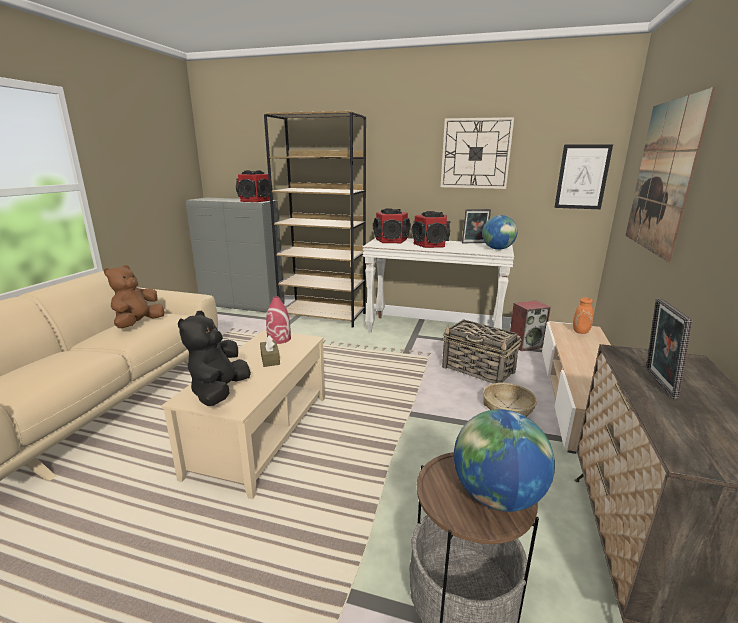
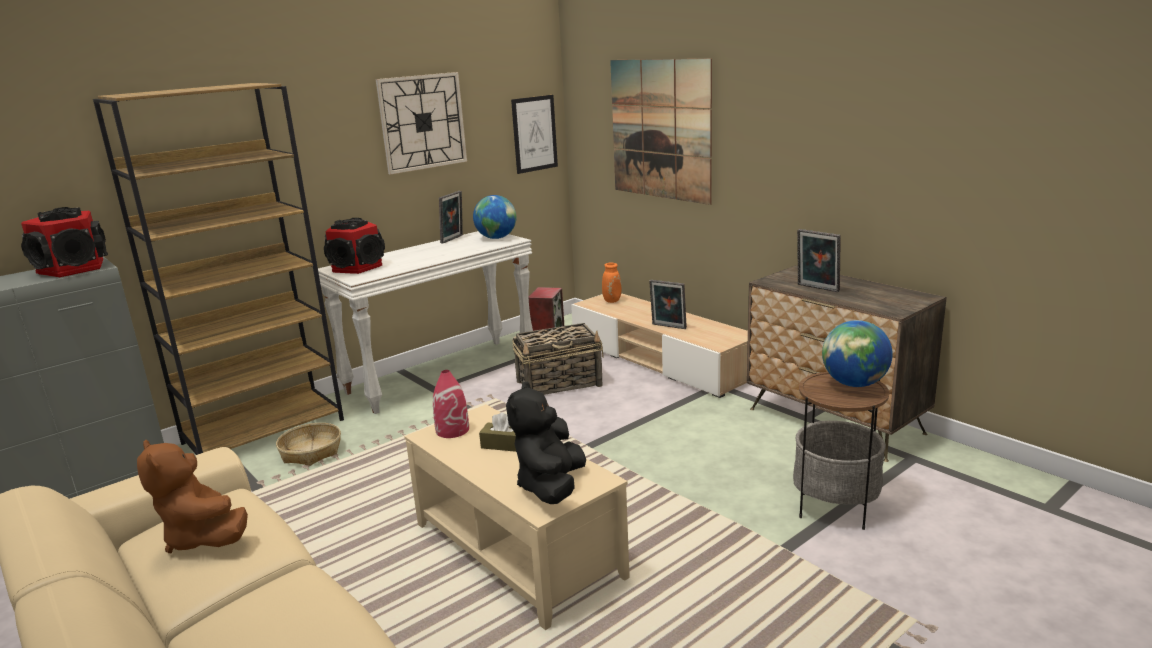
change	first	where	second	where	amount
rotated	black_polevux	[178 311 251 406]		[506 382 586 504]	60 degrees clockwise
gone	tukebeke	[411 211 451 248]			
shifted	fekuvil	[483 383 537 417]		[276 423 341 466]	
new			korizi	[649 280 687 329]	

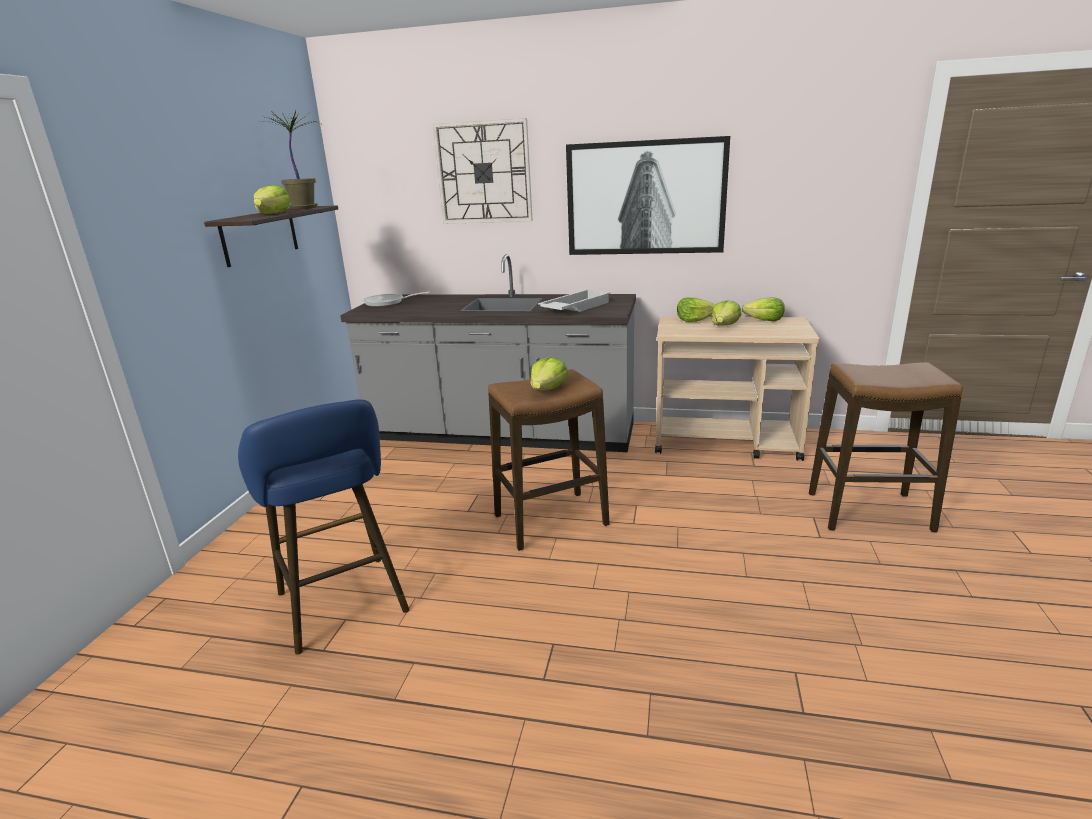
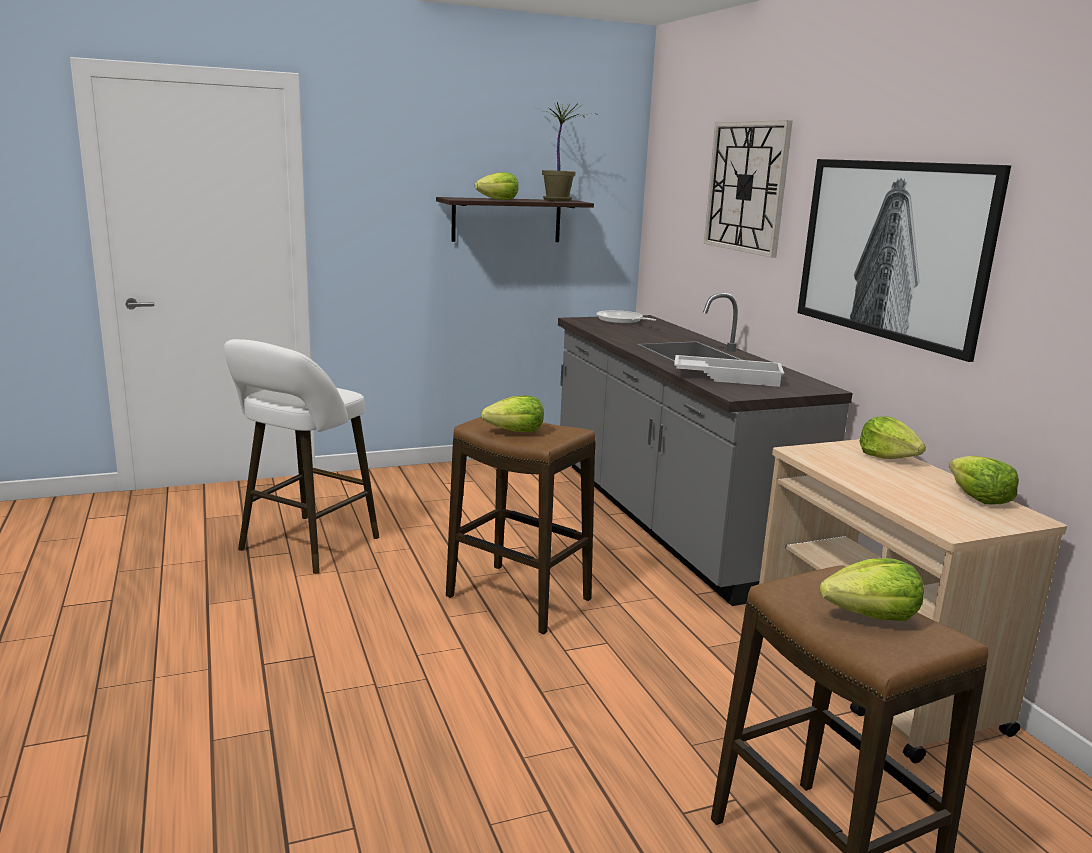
change	first	where	second	where	amount
repainted	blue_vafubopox	[238 399 409 654]	white_vafubopox	[224 339 379 574]	
shifted	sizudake	[711 300 742 325]		[820 558 924 621]	

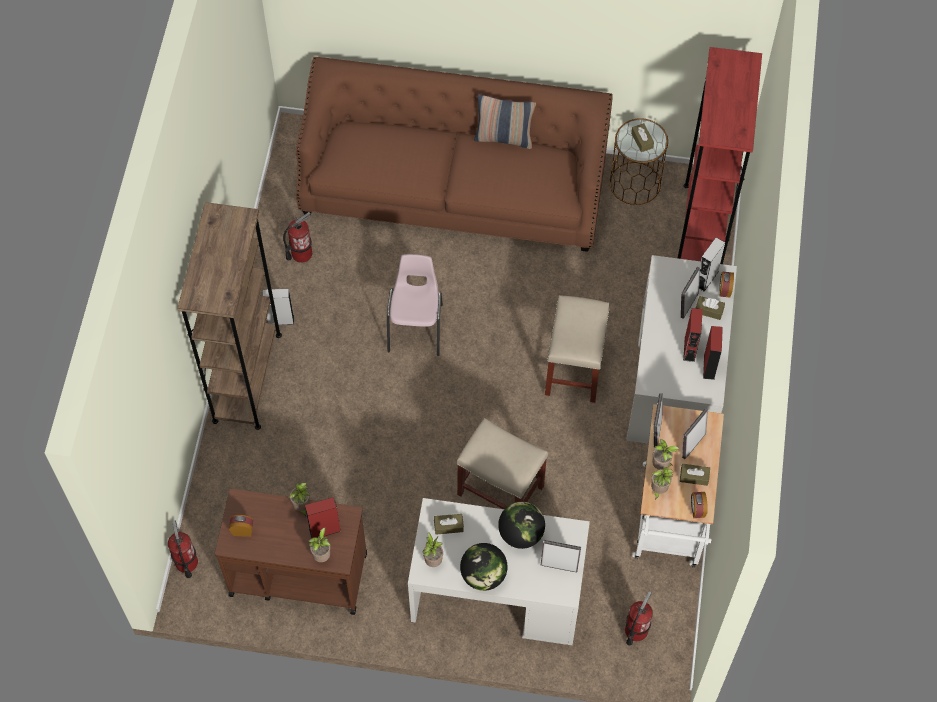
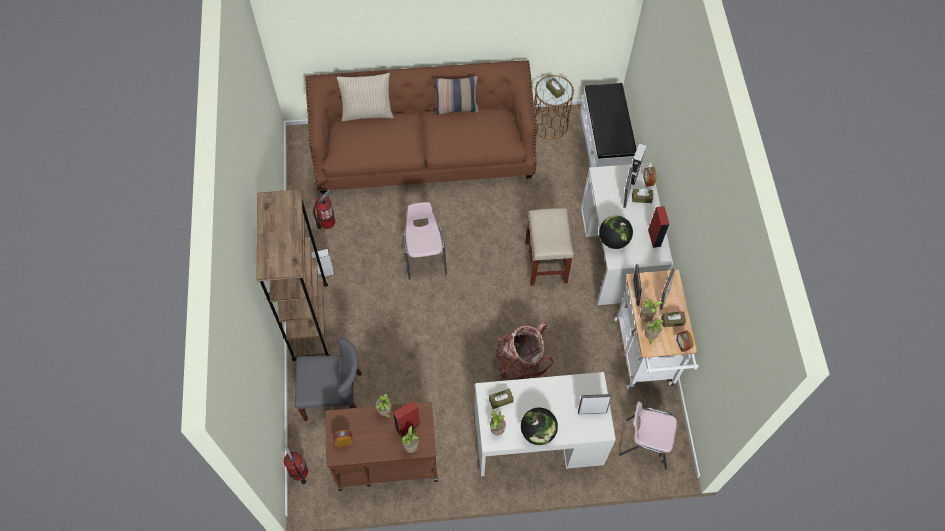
change	first	where	second	where	amount
swapped	beige_vafubopox	[457 418 548 509]	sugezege	[496 322 553 380]	
shifted	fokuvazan	[498 502 545 549]		[599 216 633 249]	
swapped	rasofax	[625 591 653 646]	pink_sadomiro	[619 401 677 469]	
swapped	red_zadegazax	[678 47 762 264]	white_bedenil	[580 83 637 167]	
gone	red_tukebeke	[683 308 703 362]			
new			grey_sadomiro	[295 338 362 421]	
new			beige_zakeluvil	[337 73 394 121]	

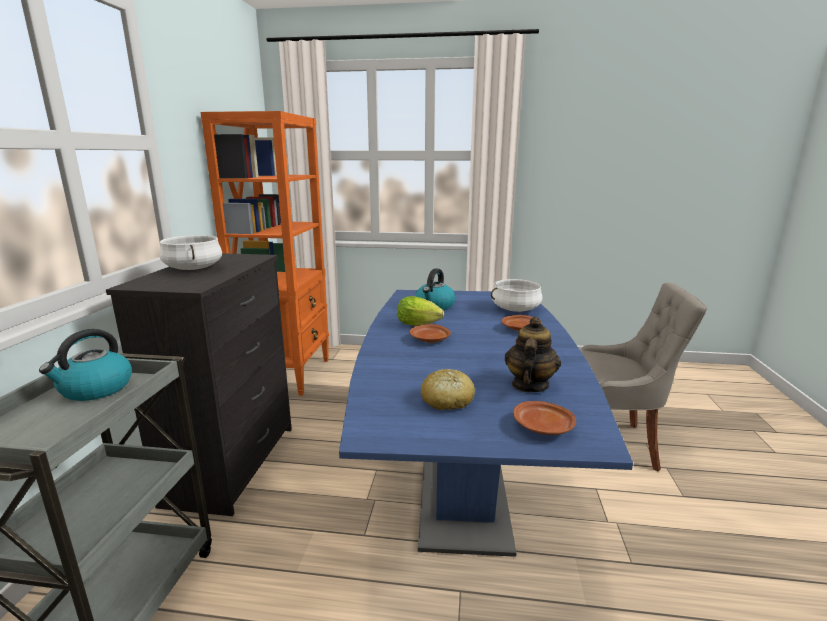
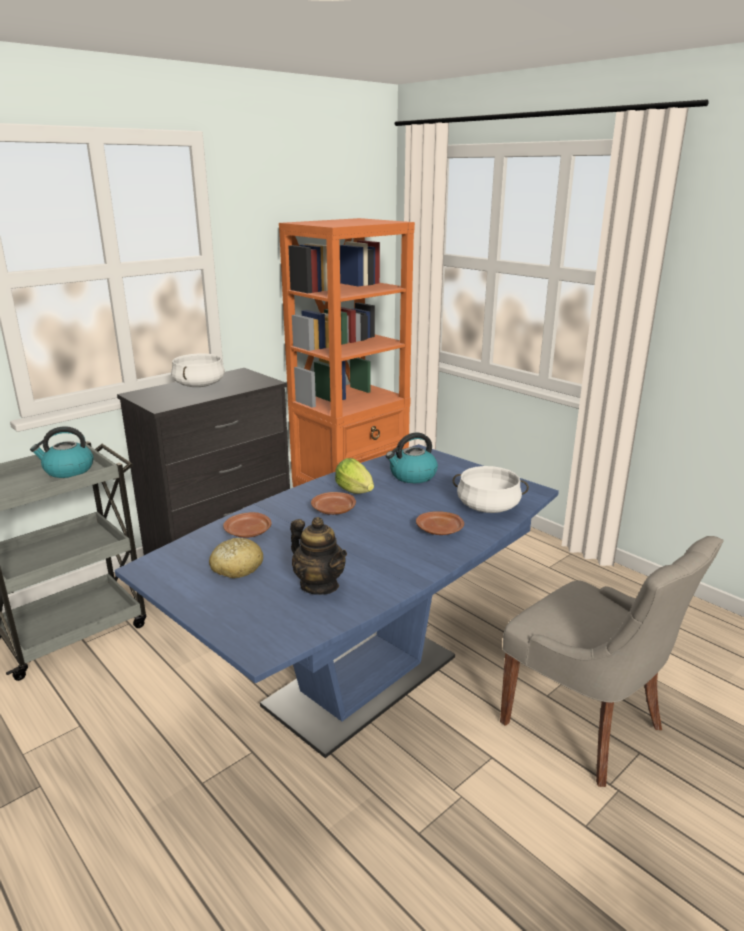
change	first	where	second	where	amount
rotated	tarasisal	[505 317 561 392]		[290 517 347 595]	75 degrees clockwise
shifted	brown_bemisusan	[513 401 576 435]		[223 512 272 538]	

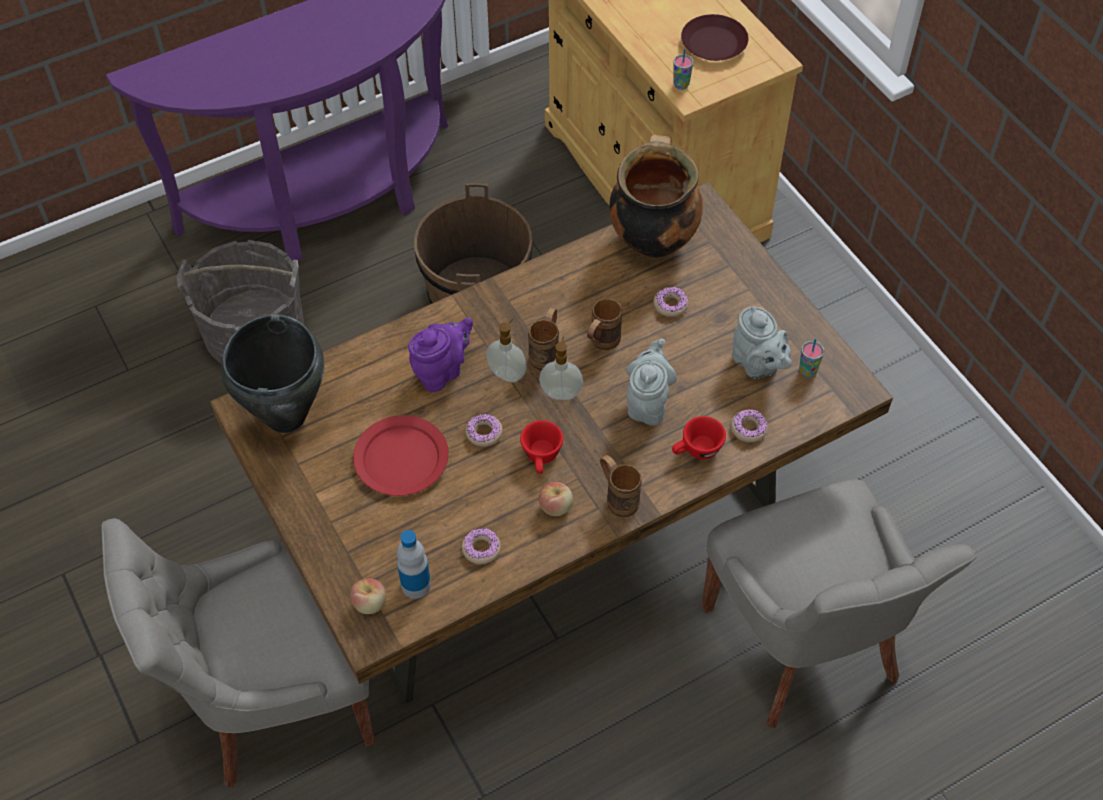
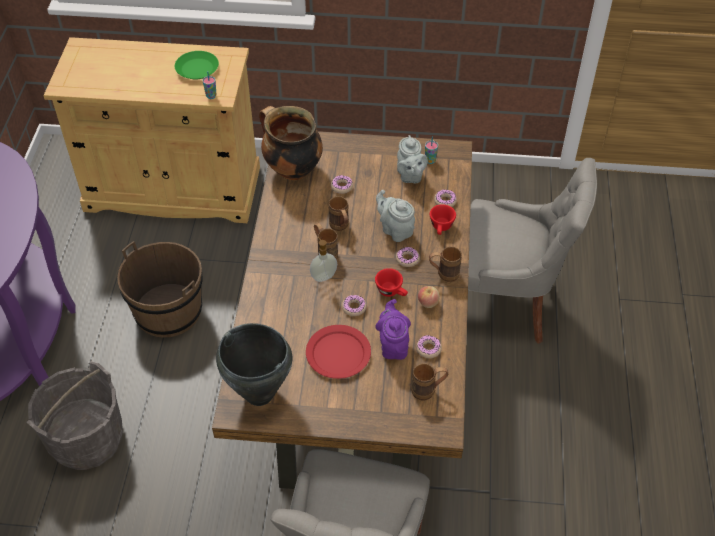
change	first	where	second	where	amount
gone	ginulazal	[350 578 386 614]			
swapped	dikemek	[397 530 431 599]	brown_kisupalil	[412 363 448 401]	
shifted	purple_tarasisal	[408 318 473 392]		[375 299 411 360]	
gone	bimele	[539 336 583 400]			
repainted	brown_bemisusan	[681 14 748 61]	green_bemisusan	[175 51 219 79]	
rotated	grey_tarasisal	[732 306 792 379]		[397 135 428 183]	75 degrees clockwise
new			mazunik	[396 247 420 267]	

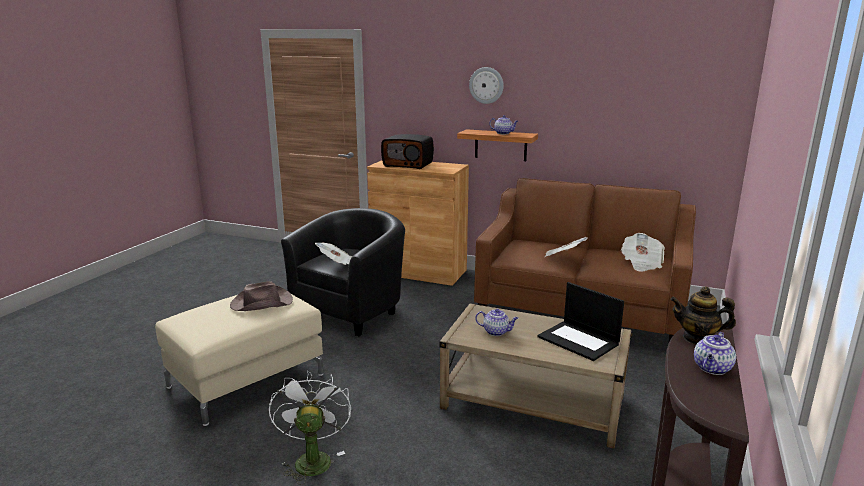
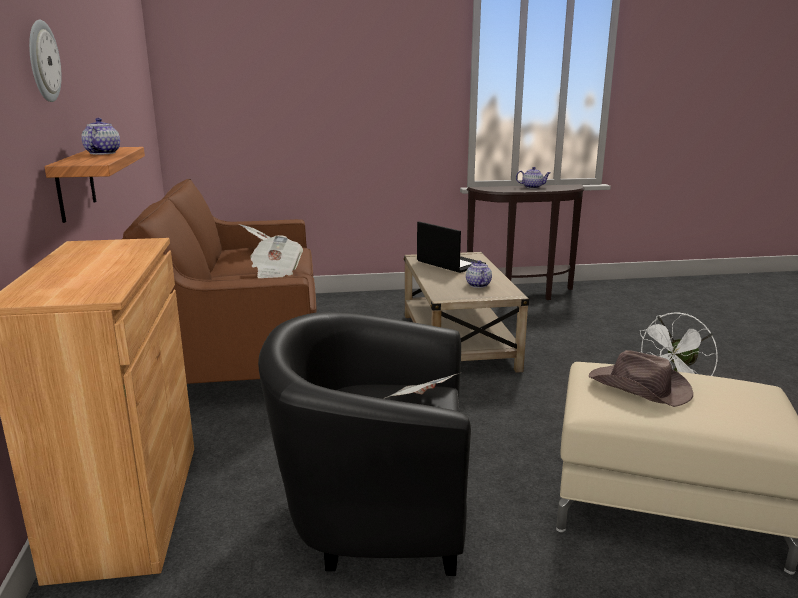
change	first	where	second	where	amount
gone	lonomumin	[381 134 434 169]			
rotated	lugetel	[538 282 624 361]		[417 221 486 273]	60 degrees counterclockwise
gone	tarasisal	[670 286 736 344]			

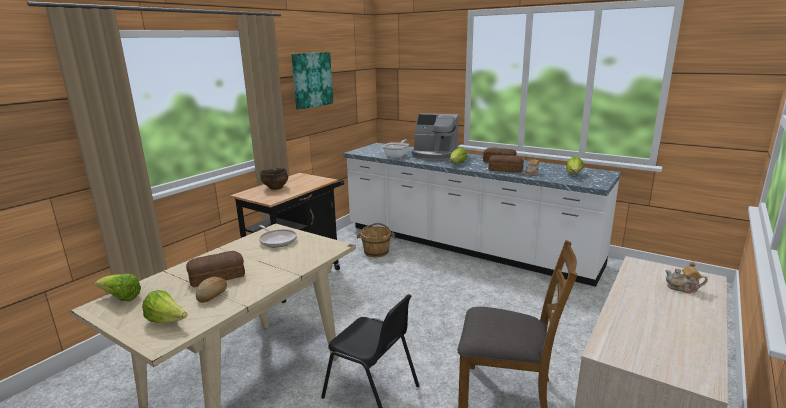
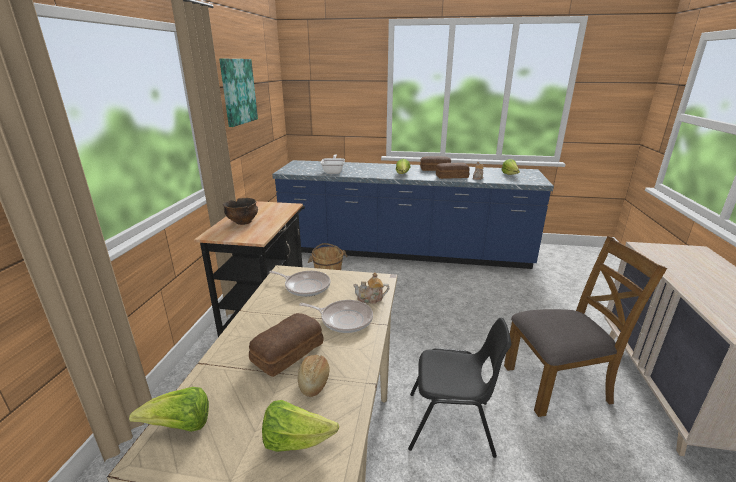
change	first	where	second	where	amount
repainted	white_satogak	[344 143 621 287]	blue_satogak	[272 160 554 269]	
gone	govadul	[412 113 459 161]			
shifted	tarasisal	[665 261 708 293]		[353 272 389 304]	
new			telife	[299 300 373 333]	

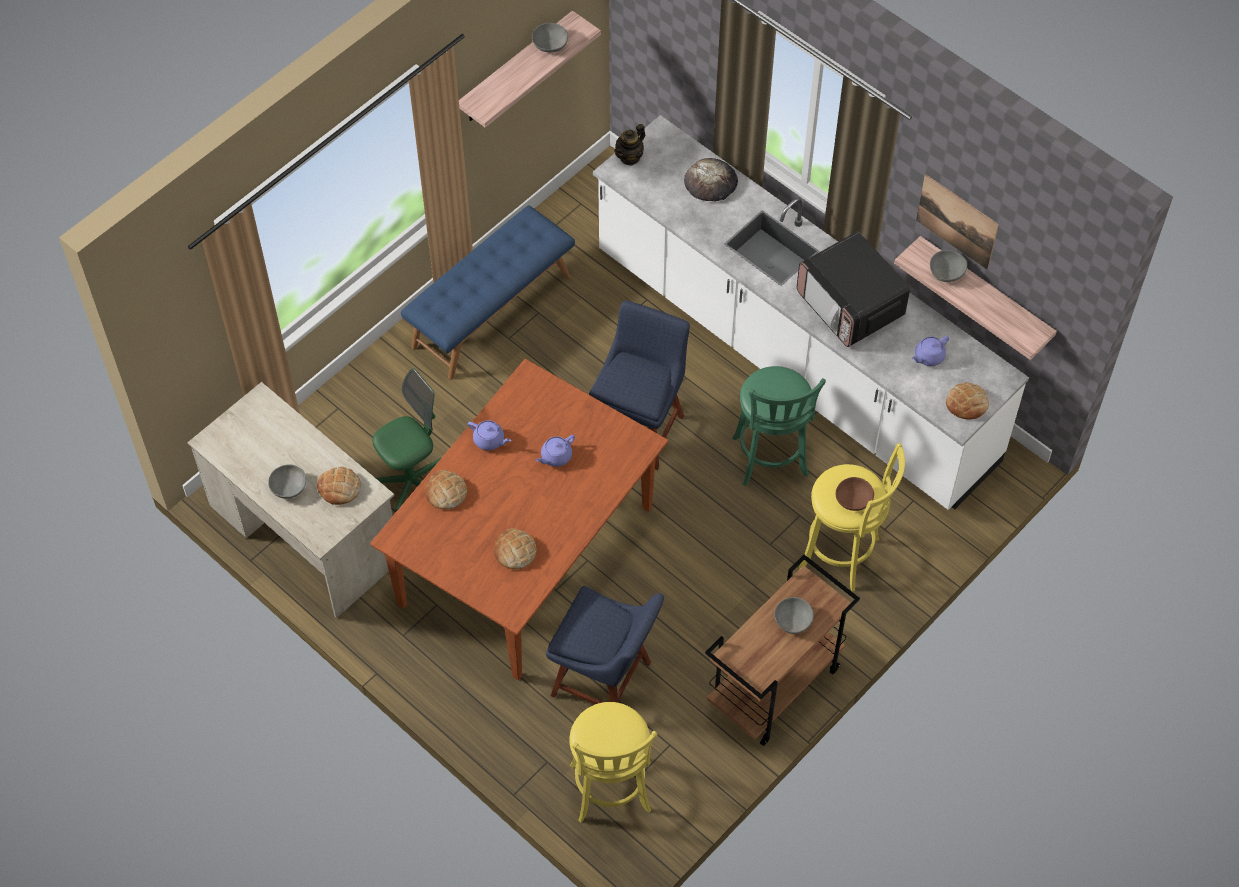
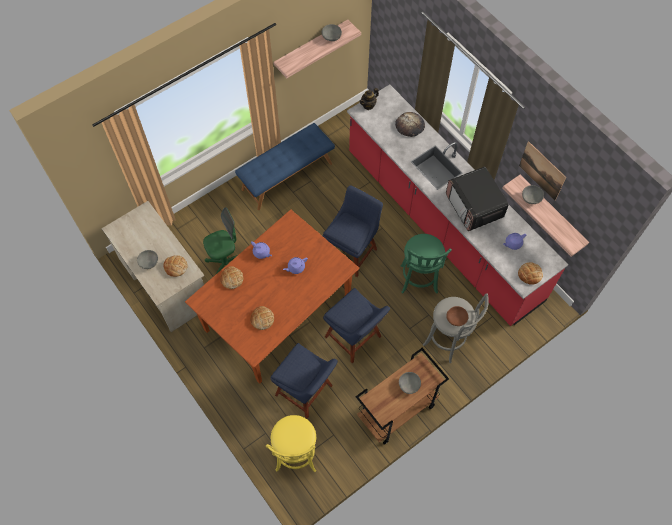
change	first	where	second	where	amount
repainted	white_satogak	[593 115 1029 510]	red_satogak	[347 84 568 326]	
repainted	yellow_vafubopox	[799 443 905 592]	grey_vafubopox	[423 293 489 363]	
new			blue_sadomiro	[323 288 390 363]	

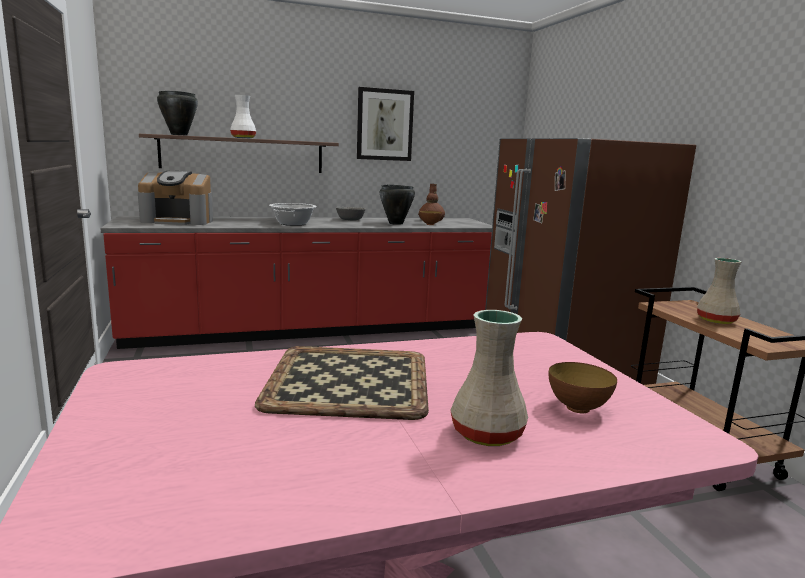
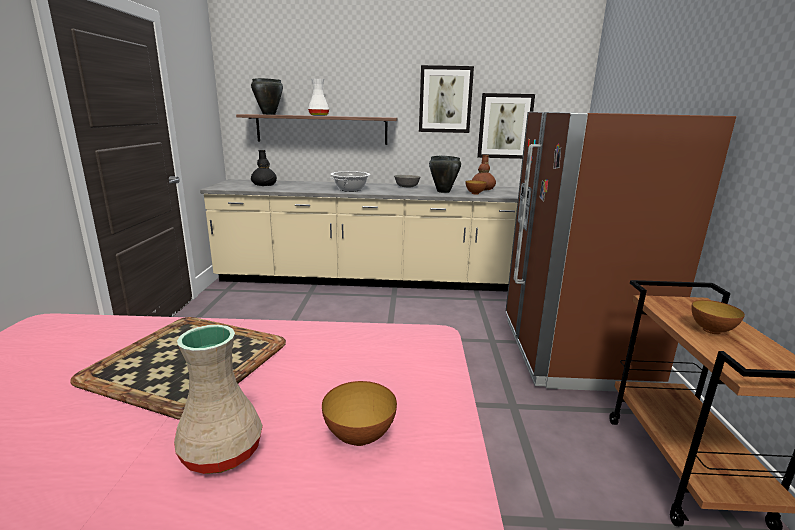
change	first	where	second	where	amount
repainted	red_satogak	[100 216 492 349]	beige_satogak	[200 179 519 292]	
swapped	govadul	[138 171 213 225]	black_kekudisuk	[251 150 277 186]	
swapped	beige_kekudisuk	[697 258 741 324]	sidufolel	[691 300 745 334]	
new			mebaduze	[477 93 535 159]	

